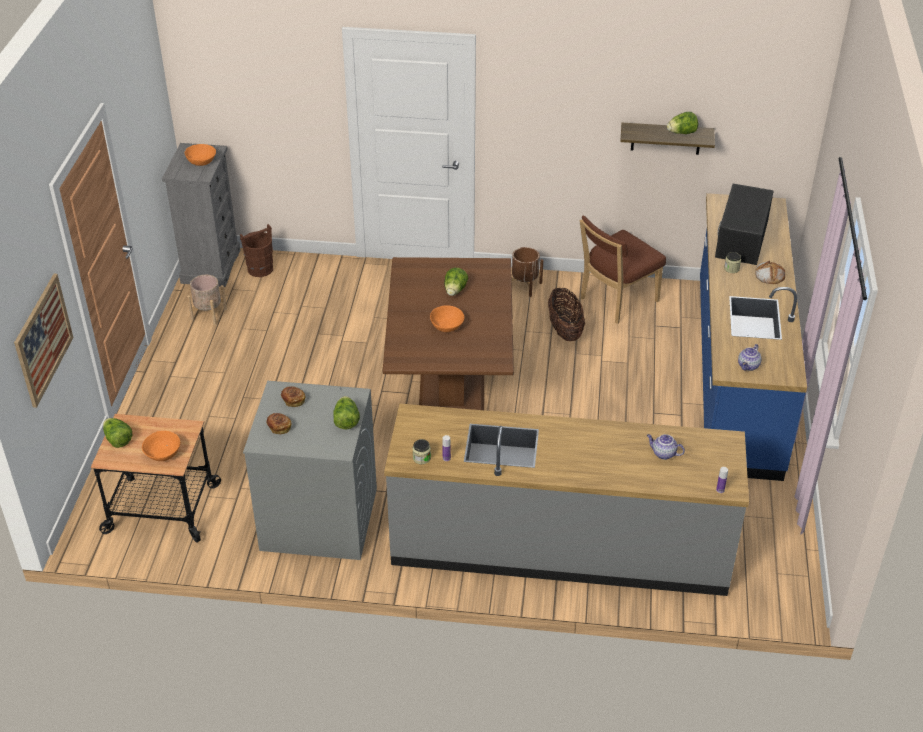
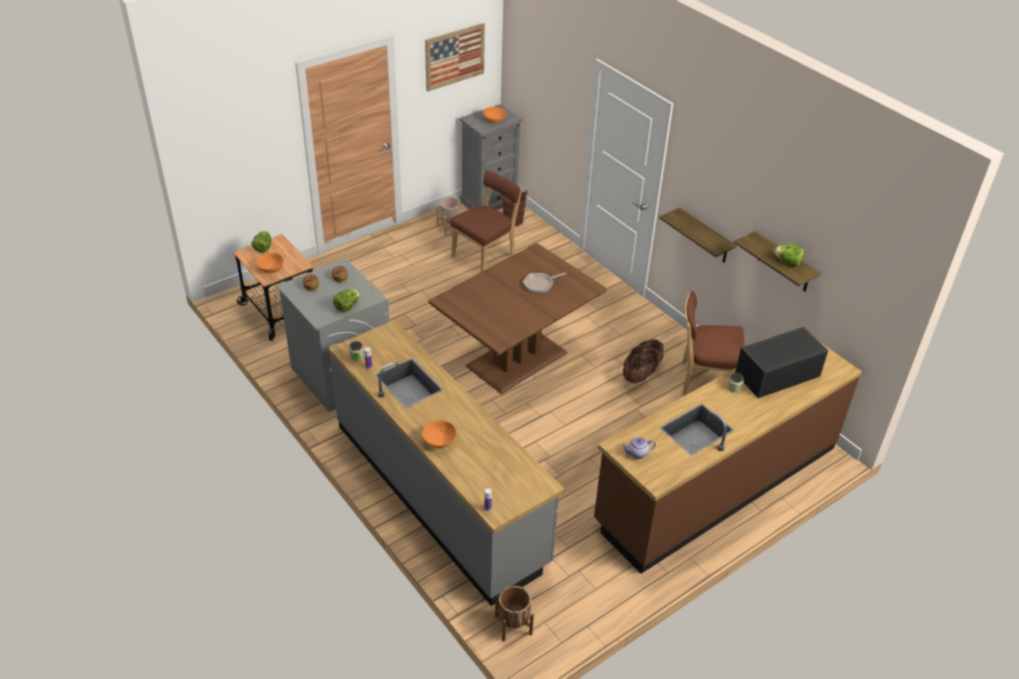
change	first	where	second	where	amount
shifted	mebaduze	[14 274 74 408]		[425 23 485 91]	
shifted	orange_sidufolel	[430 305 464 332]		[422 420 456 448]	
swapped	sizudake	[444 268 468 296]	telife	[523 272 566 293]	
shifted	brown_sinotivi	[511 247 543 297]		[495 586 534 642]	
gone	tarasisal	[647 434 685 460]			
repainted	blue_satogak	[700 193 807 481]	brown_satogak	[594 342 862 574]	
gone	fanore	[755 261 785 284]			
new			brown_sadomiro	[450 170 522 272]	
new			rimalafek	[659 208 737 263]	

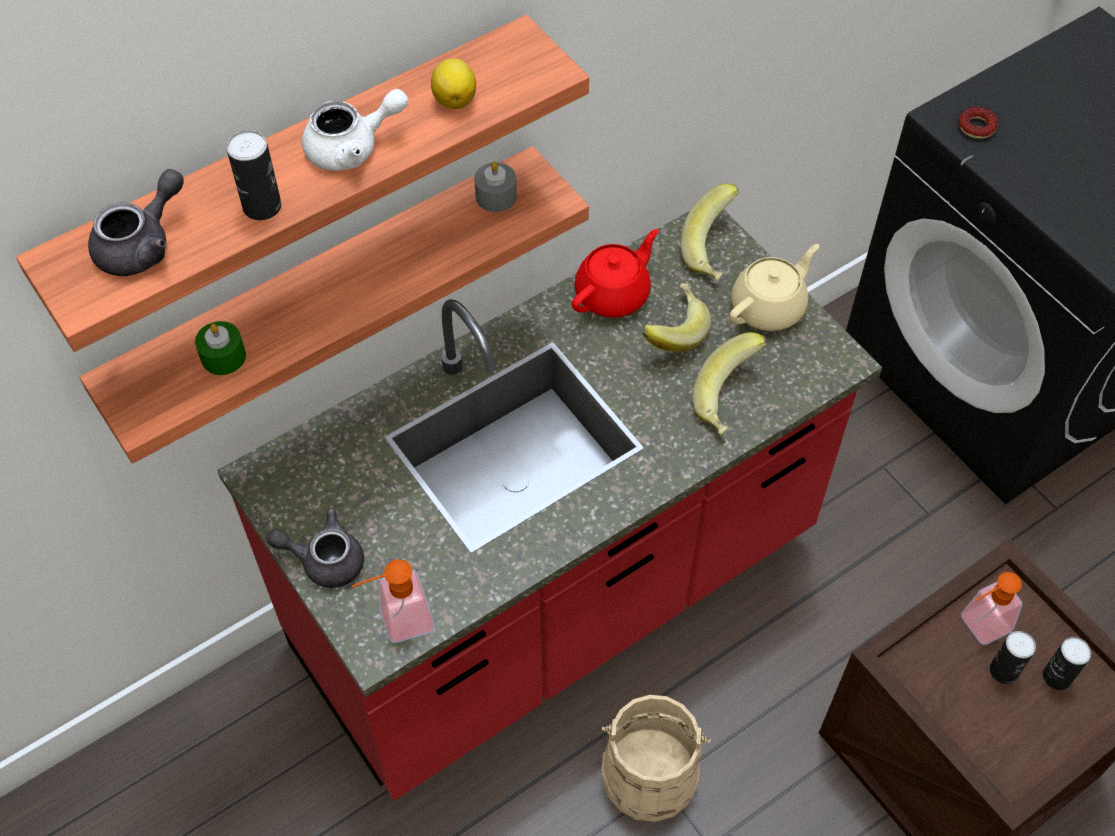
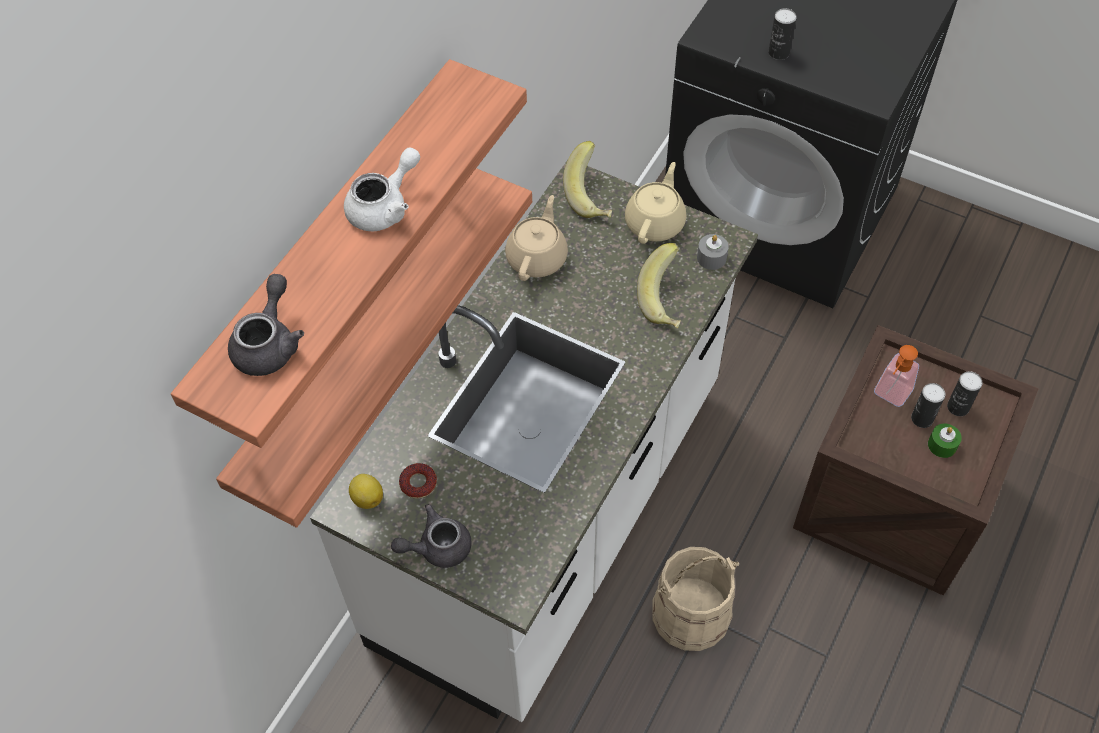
change	first	where	second	where	amount
shifted	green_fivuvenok	[195 321 246 375]		[928 424 962 458]	
repainted	red_satogak	[217 209 882 801]	white_satogak	[310 161 758 722]	
shifted	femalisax	[226 130 281 220]		[768 8 797 60]	
gone	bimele	[352 559 435 643]			
shifted	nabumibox	[431 58 476 109]		[349 474 383 509]	
shifted	grey_fivuvenok	[474 161 517 212]		[697 234 729 270]	
repainted	red_tarasisal	[572 229 659 318]	beige_tarasisal	[505 195 568 281]	
gone	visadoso	[642 283 711 352]			
shifted	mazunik	[958 106 998 139]		[399 463 437 499]	

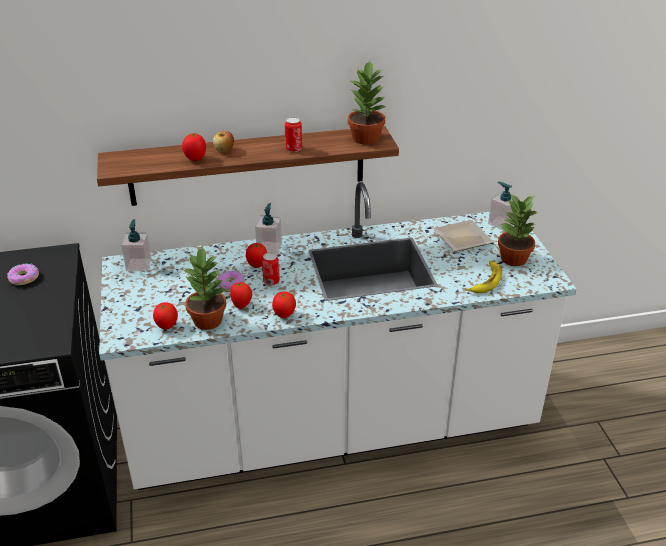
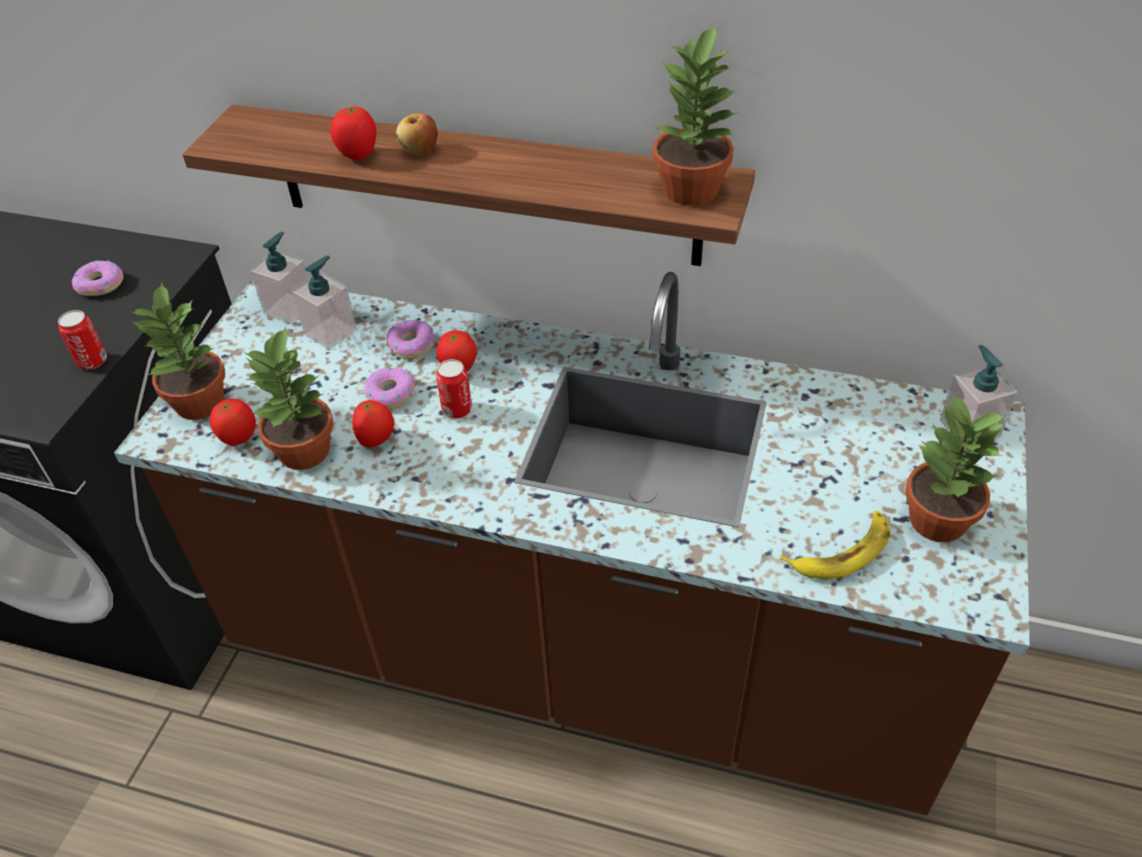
change	first	where	second	where	amount
repainted	white_satogak	[99 182 576 490]	brown_satogak	[114 272 1029 815]	
shifted	bimele	[255 203 282 255]		[292 256 357 350]	
gone	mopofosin	[272 291 296 318]			
shifted	femalisax	[285 117 302 152]		[58 310 107 369]	
gone	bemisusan	[433 220 494 252]			
new			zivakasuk	[132 282 225 420]	
new			mazunik	[386 320 434 359]	

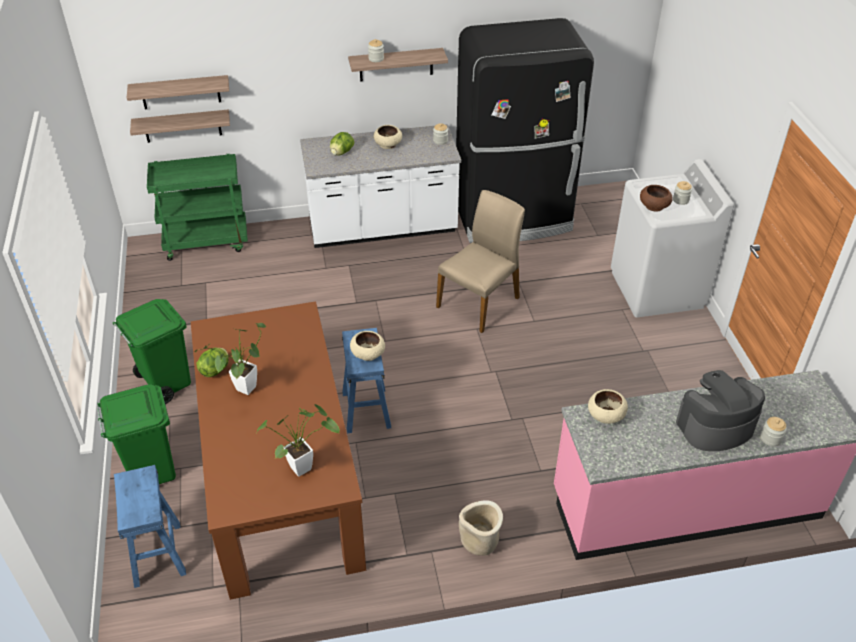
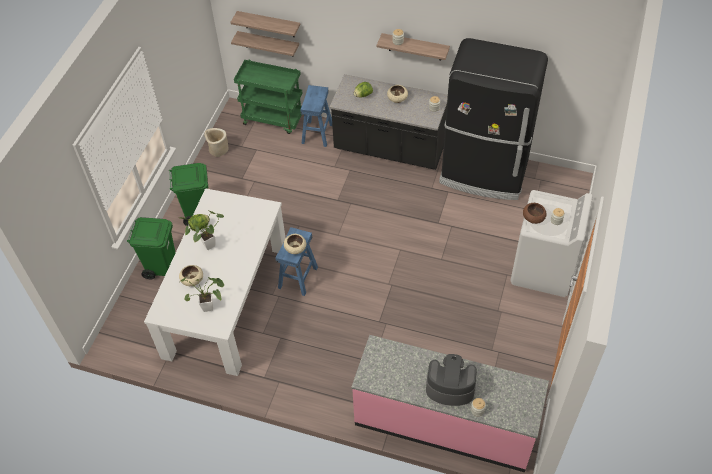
change	first	where	second	where	amount
shifted	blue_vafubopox	[114 465 186 588]		[300 85 332 147]	
repainted	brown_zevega	[191 301 366 600]	white_zevega	[144 188 286 376]	
repainted	white_satogak	[300 124 461 248]	black_satogak	[330 74 448 170]	
gone	beige_sadomiro	[436 190 525 333]			
shifted	beige_sinotivi	[459 500 503 555]		[204 128 229 157]	
shifted	beige_sidufolel	[588 389 628 424]		[179 265 203 286]	

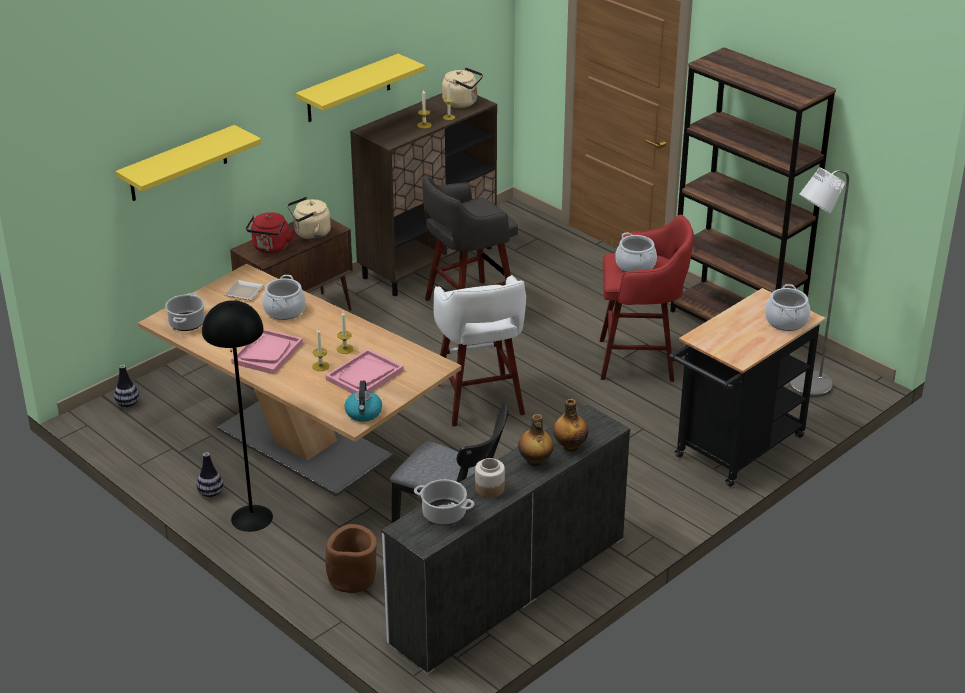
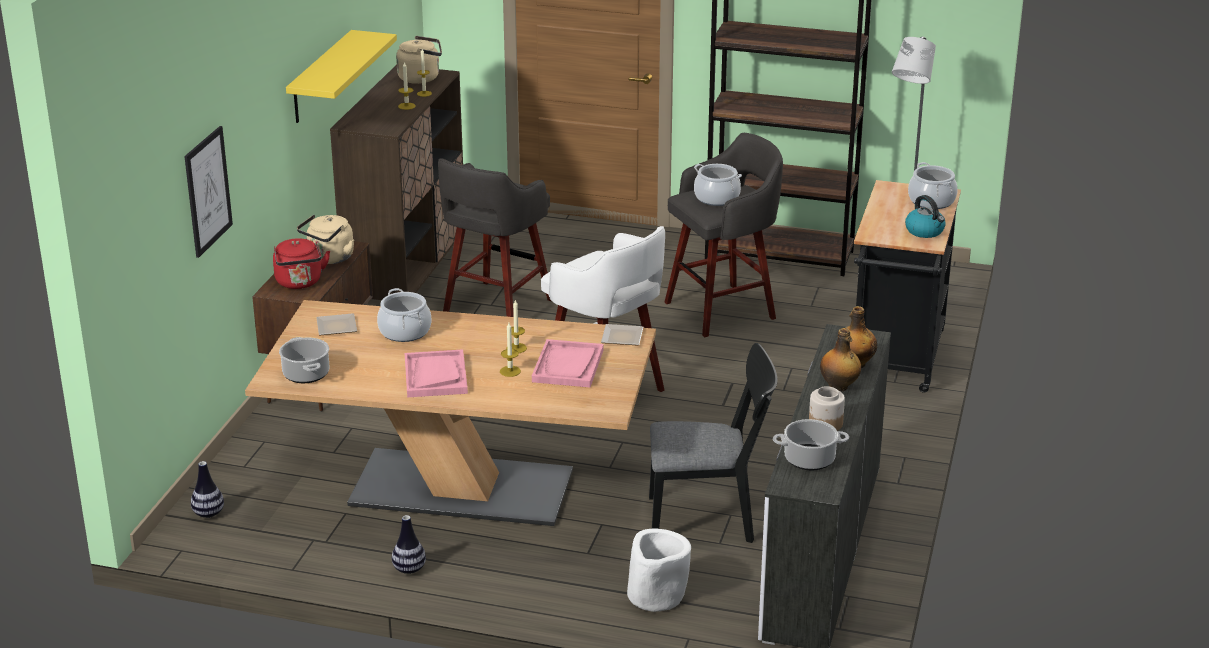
change	first	where	second	where	amount
swapped	yellow_rimalafek	[116 125 262 201]	mebaduze	[184 126 233 258]	
gone	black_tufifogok	[202 300 273 532]			
repainted	brown_sinotivi	[325 524 377 593]	white_sinotivi	[627 528 691 612]	
shifted	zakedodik	[344 381 382 422]		[905 195 946 238]	
repainted	red_vafubopox	[600 215 694 382]	grey_vafubopox	[664 133 783 337]	
new			bemisusan	[601 324 643 345]	

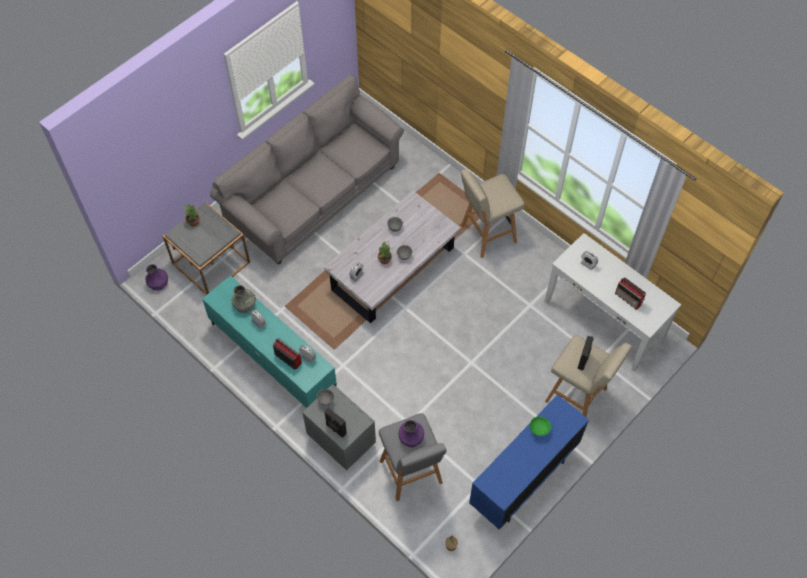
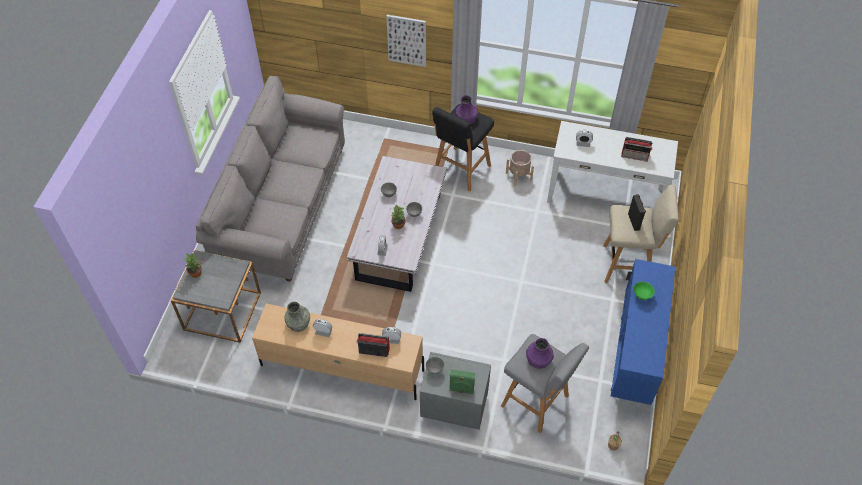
change	first	where	second	where	amount
shifted	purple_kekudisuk	[146 264 168 291]		[456 95 478 124]	
repainted	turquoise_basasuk	[202 275 337 408]	beige_basasuk	[252 303 424 400]	
repainted	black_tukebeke	[324 408 347 438]	green_tukebeke	[449 369 475 394]	
repainted	beige_vafubopox	[461 169 525 258]	black_vafubopox	[432 104 494 192]	
new			mebaduze	[386 15 426 67]	
new			beige_sinotivi	[506 150 534 187]	

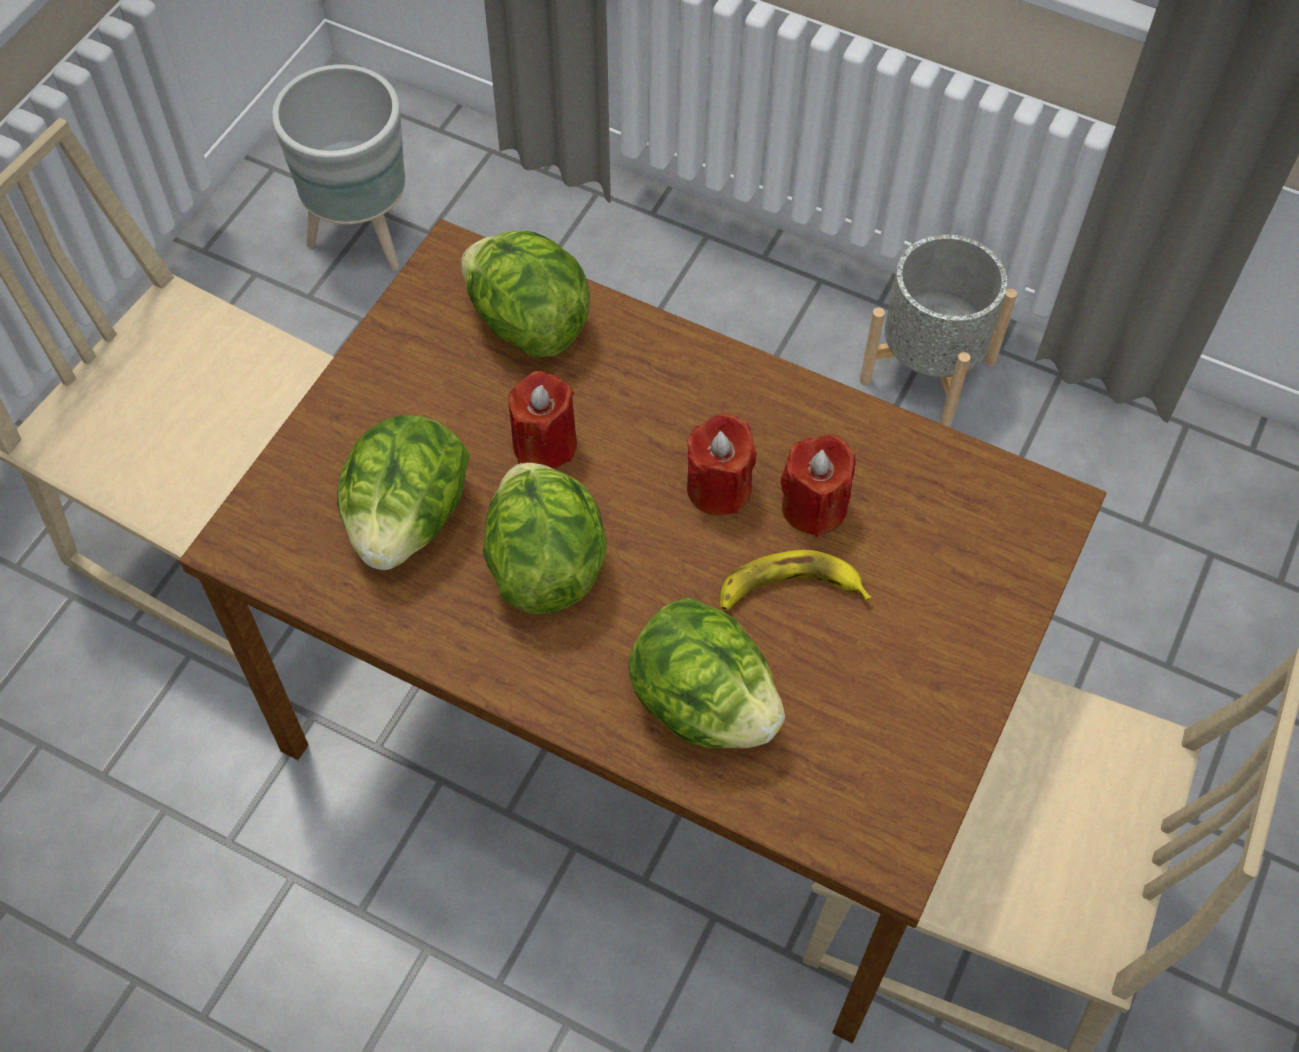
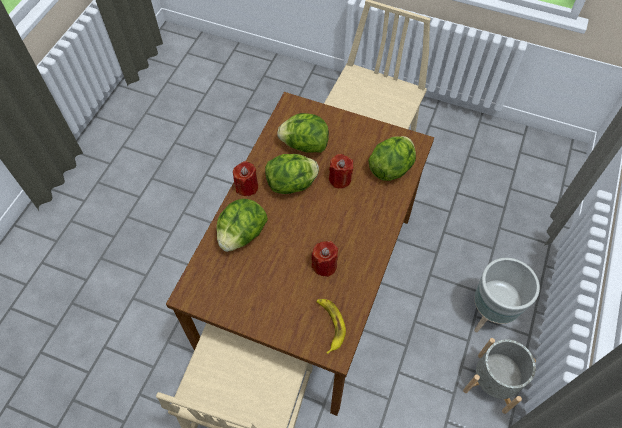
change	first	where	second	where	amount
shifted	grey_sinotivi	[272 64 405 270]		[474 258 540 332]	
shifted	red_fivuvenok	[687 413 757 515]		[233 161 258 196]	
shifted	visadoso	[720 550 872 610]		[317 299 346 354]	

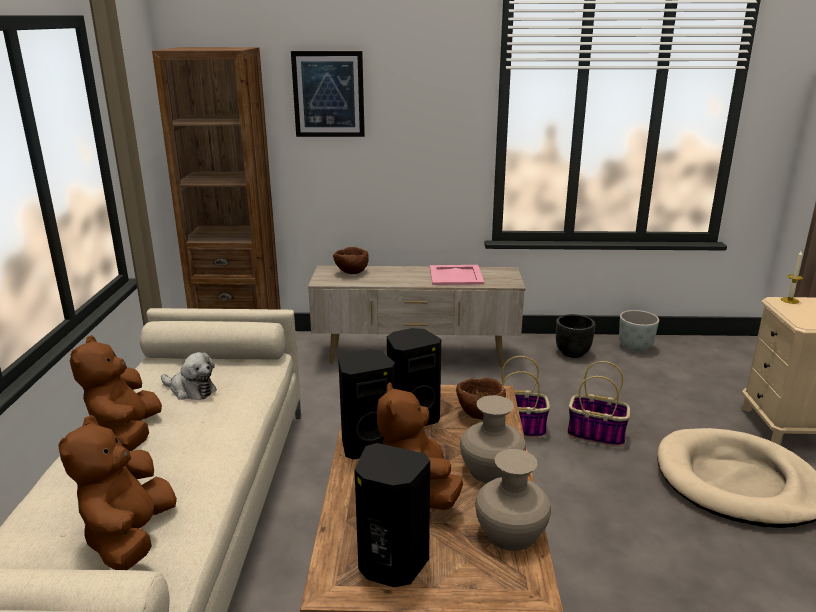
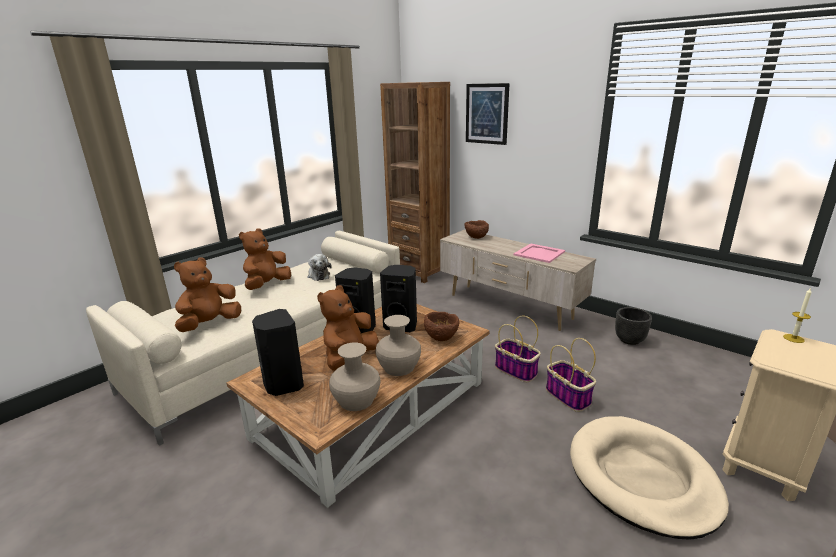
change	first	where	second	where	amount
gone	grey_sinotivi	[619 310 659 352]			

